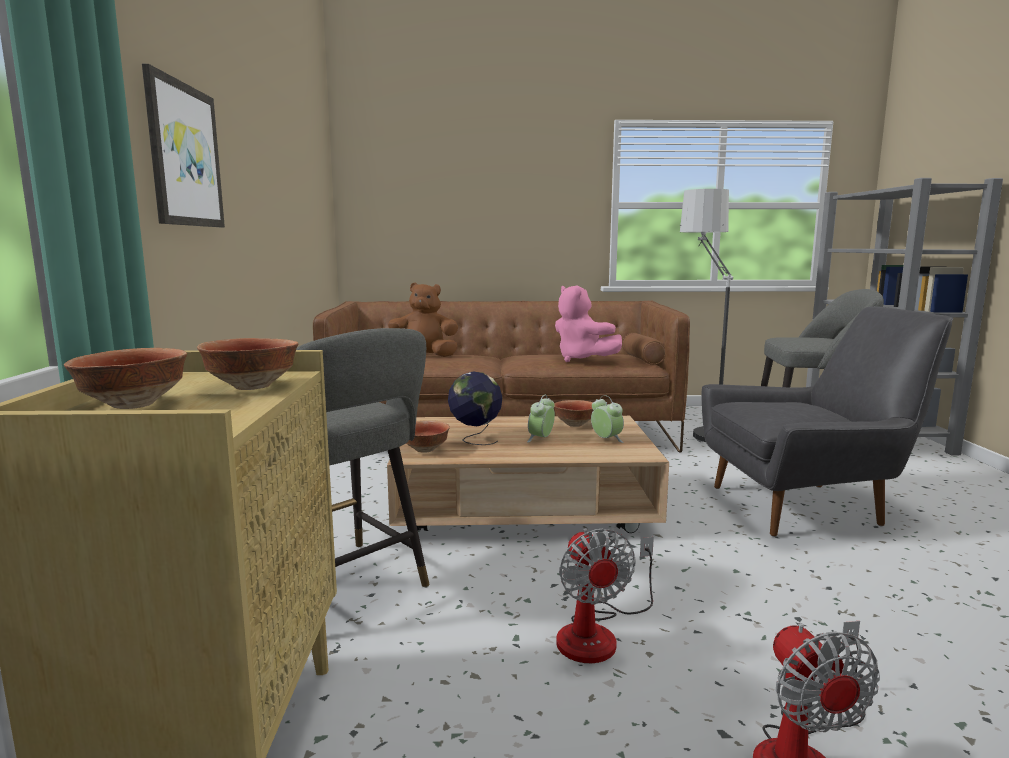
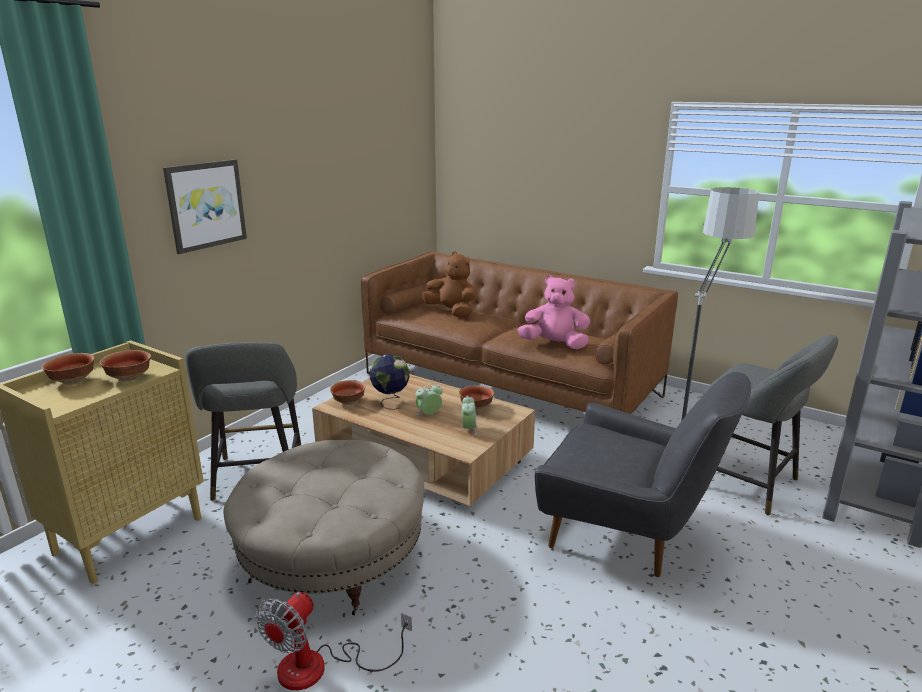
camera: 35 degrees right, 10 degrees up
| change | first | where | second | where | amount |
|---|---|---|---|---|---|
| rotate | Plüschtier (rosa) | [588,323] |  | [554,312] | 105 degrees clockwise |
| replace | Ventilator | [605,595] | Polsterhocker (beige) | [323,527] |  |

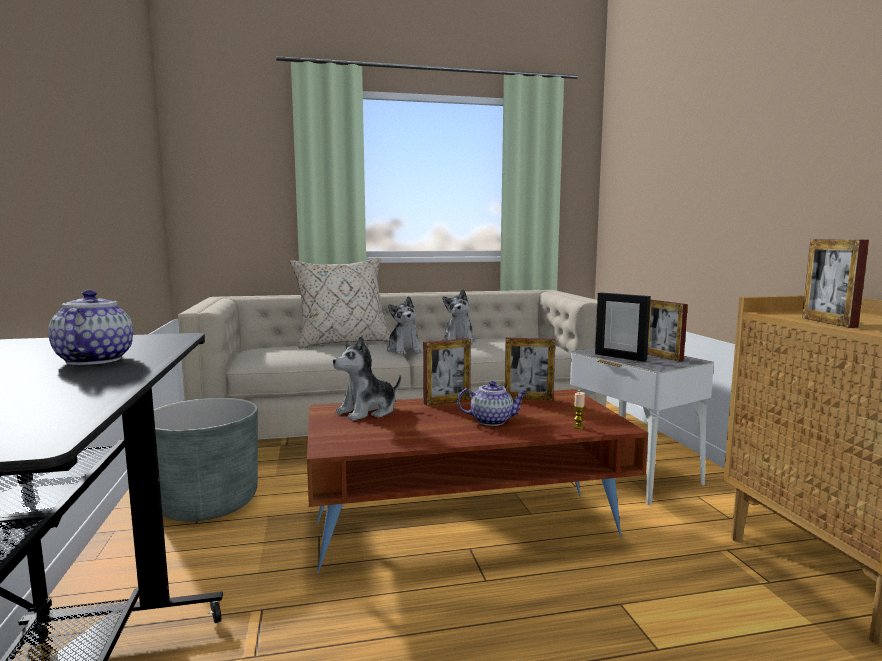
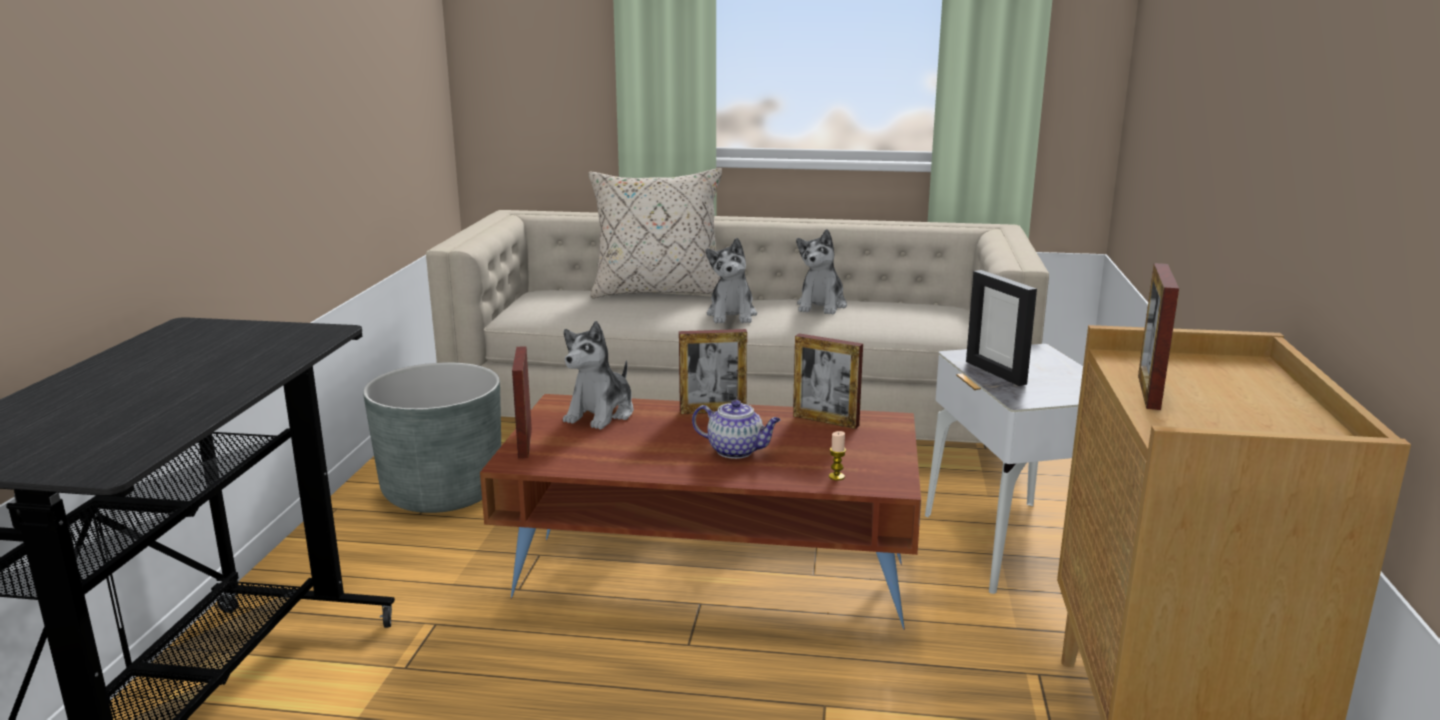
camera: 20 degrees right, 10 degrees up
| change | first | where | second | where | amount |
|---|---|---|---|---|---|
| delete | Teekanne | [90,327] |  |  |  |
| move | Bilderrahmen | [667,331] |  | [522,402] |  |
| rotate | Plüschtier | [367,378] |  | [598,375] | 45 degrees counterclockwise |

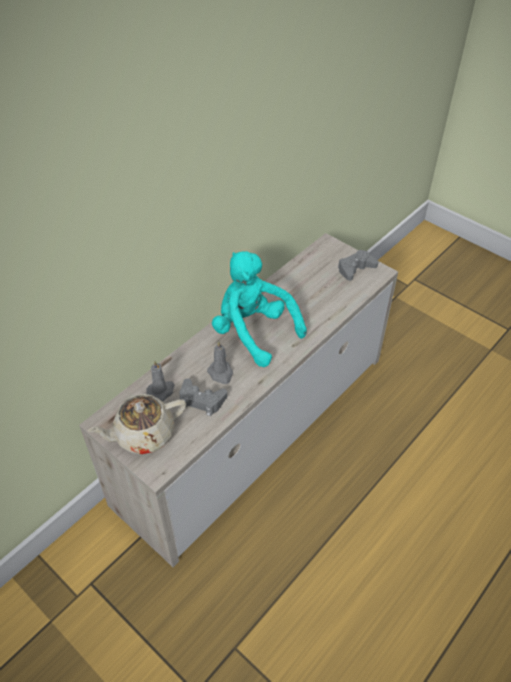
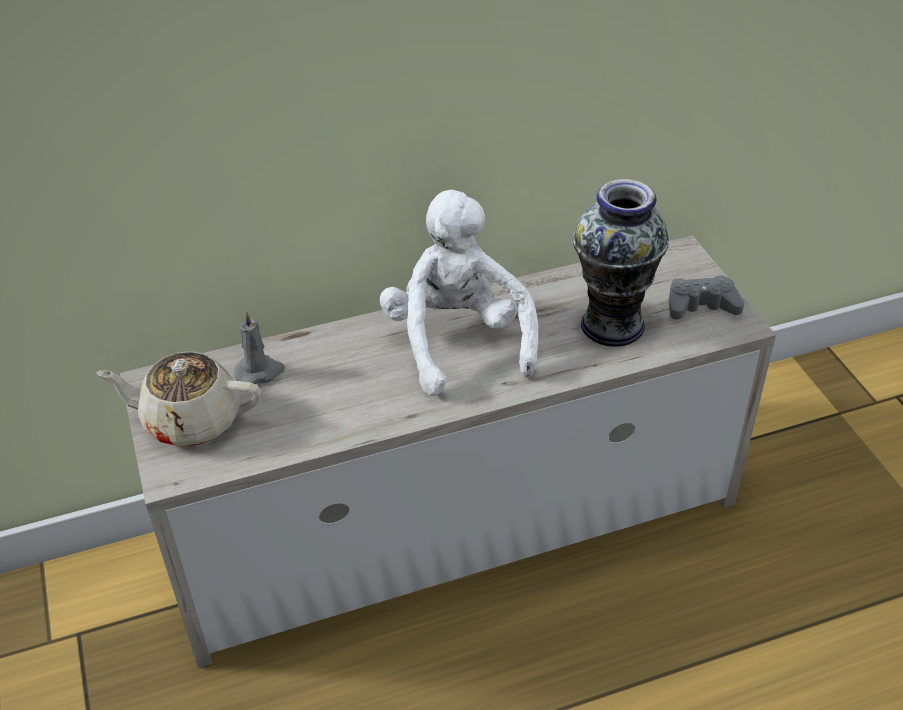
camera: 30 degrees right, 5 degrees down
| change | first | where | second | where | amount |
|---|---|---|---|---|---|
| recolor | Plüschtier (türkis) | [259,309] | Plüschtier (weiß) | [459,293] |  |
| delete | Kerze (grau) | [220,362] |  |  |  |
| delete | Gamepad (grau) | [203,397] |  |  |  |
| insert |  |  | Vase | [621,263] |  |

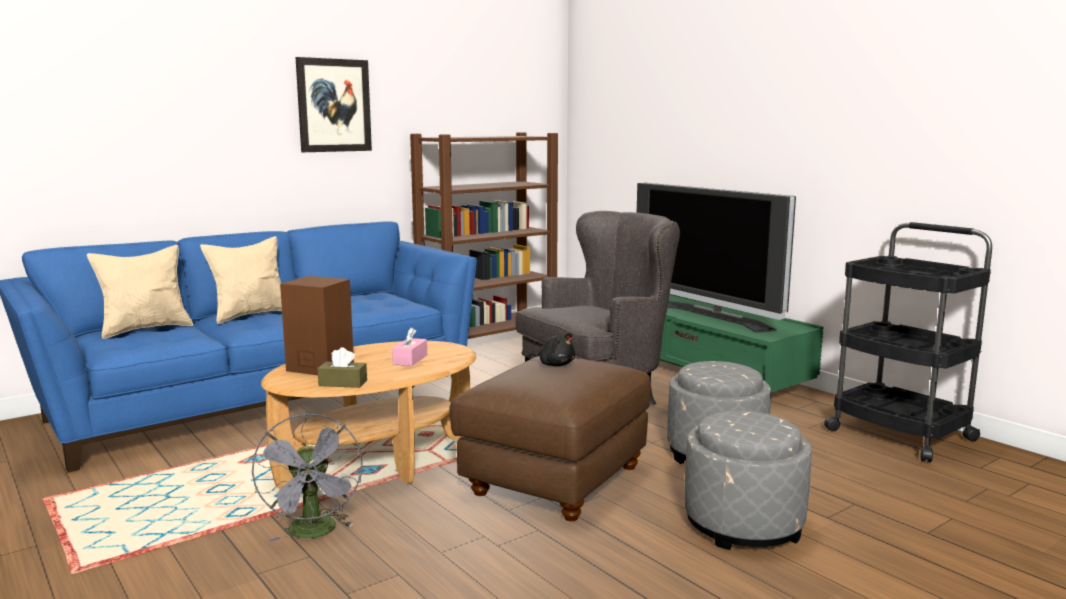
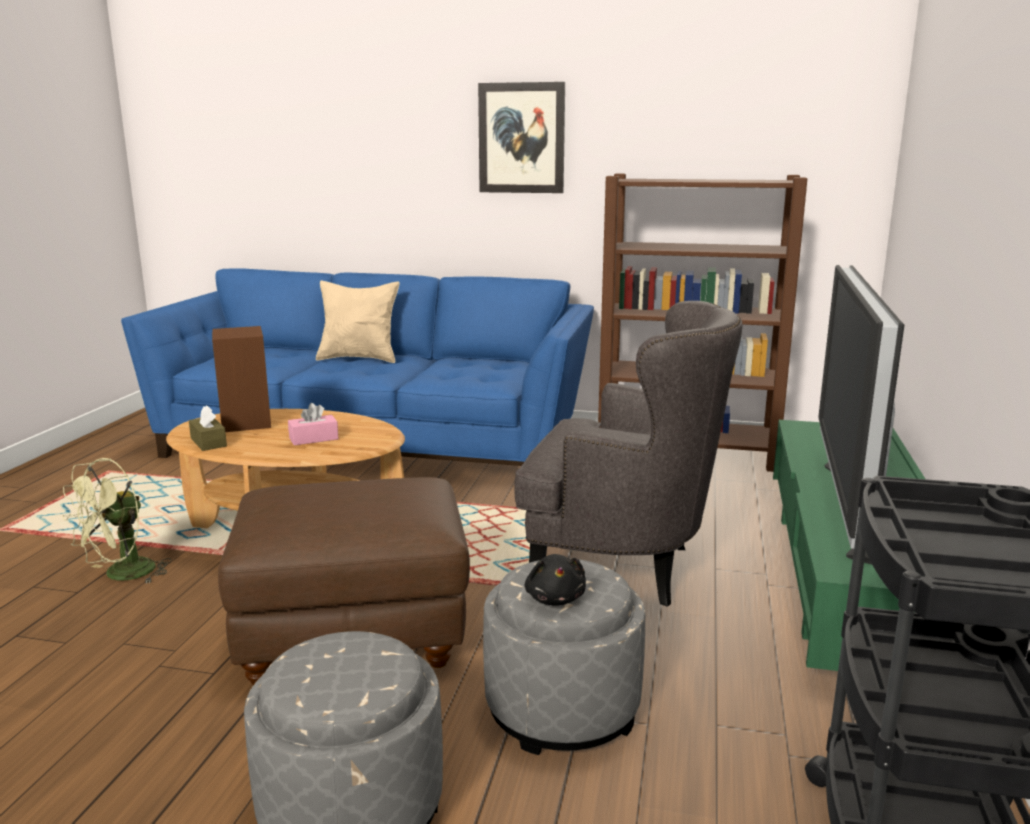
camera: 50 degrees right, 5 degrees up
| change | first | where | second | where | amount |
|---|---|---|---|---|---|
| delete | Kissen (beige) | [140,292] |  |  |  |
| move | Plüschtier (schwarz) | [552,349] |  | [555,580] |  |
| recolor | Ventilator (grau) | [307,477] | Ventilator (grün) | [117,521] |  |

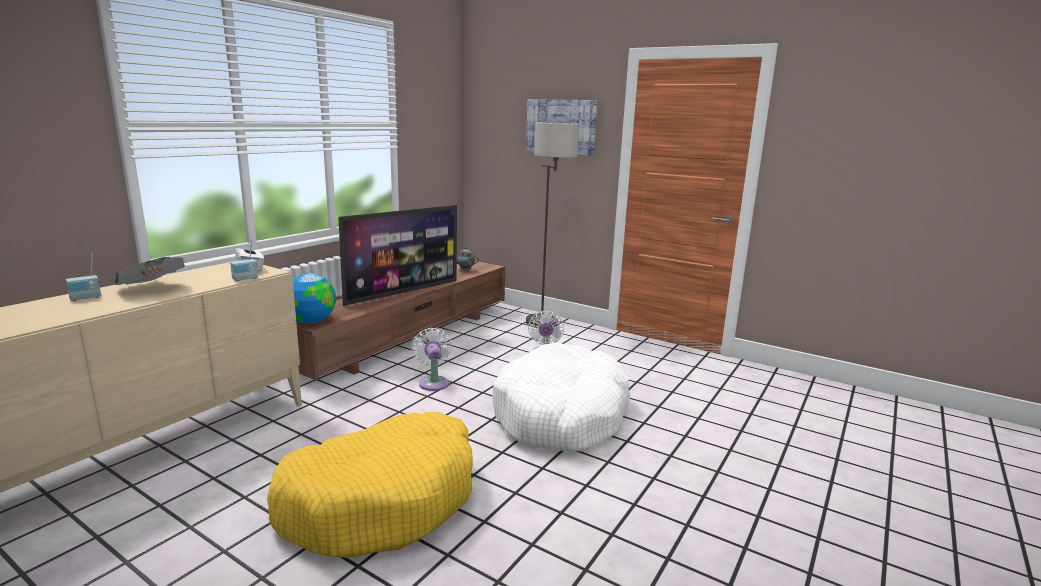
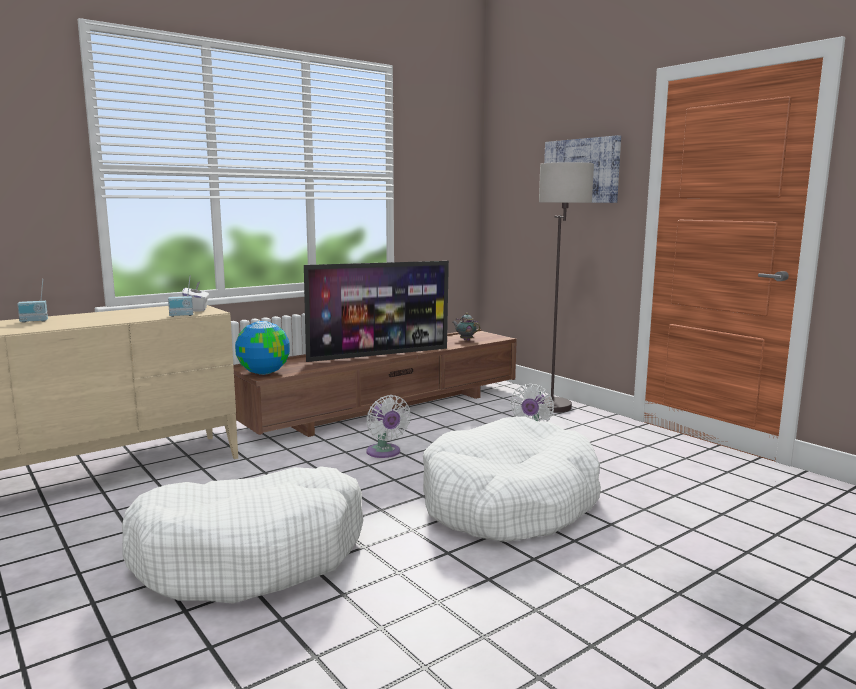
camera: 20 degrees right, 5 degrees down
| change | first | where | second | where | amount |
|---|---|---|---|---|---|
| delete | Zeitung | [149,271] |  |  |  |
| rotate | Ventilator (weiß) | [432,359] |  | [389,426] | 150 degrees clockwise |
| recolor | Hundebett (gelb) | [370,485] | Hundebett (weiß) | [243,535] |  |

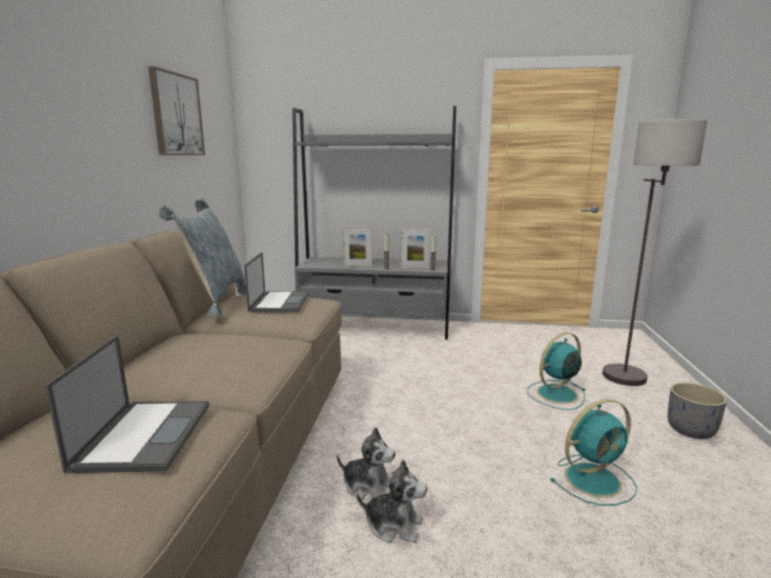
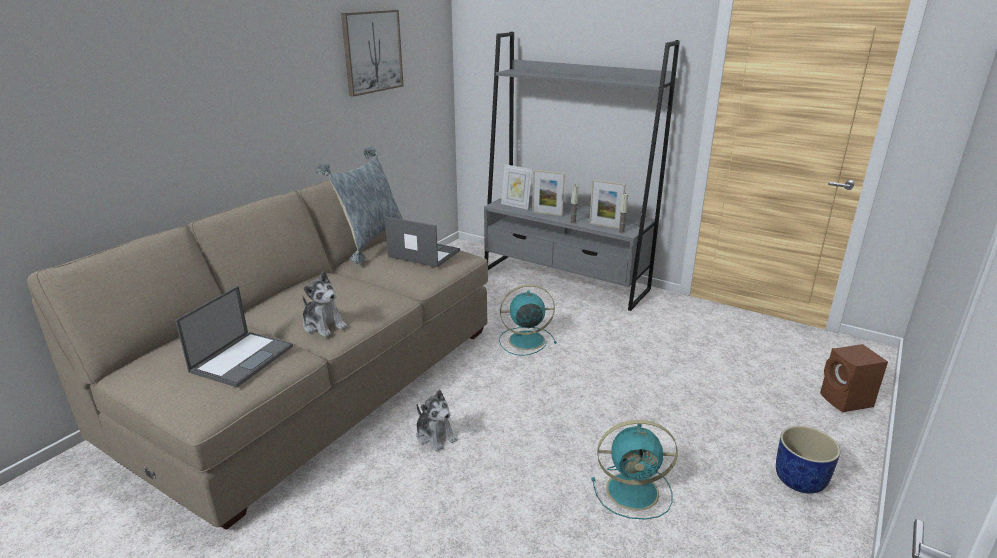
camera: 25 degrees right, 10 degrees up
| change | first | where | second | where | amount |
|---|---|---|---|---|---|
| delete | Stehlampe (grau) | [655,252] |  |  |  |
| rotate | Laptop | [276,282] |  | [422,241] | 90 degrees counterclockwise |
| move | Ventilator (türkis) | [556,371] |  | [528,320] |  |
| recolor | Pflanzkübel (grau) | [697,410] | Pflanzkübel (blau) | [808,460] |  |
| move | Plüschtier | [392,501] |  | [324,304] |  |
| insert |  |  | Bilderrahmen | [516,187] |  |
| insert |  |  | Lautsprecher (braun) | [854,378] |  |

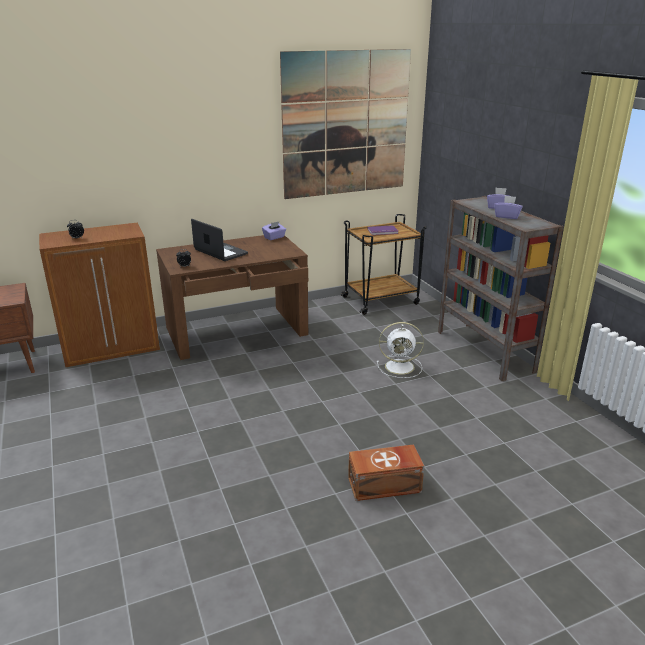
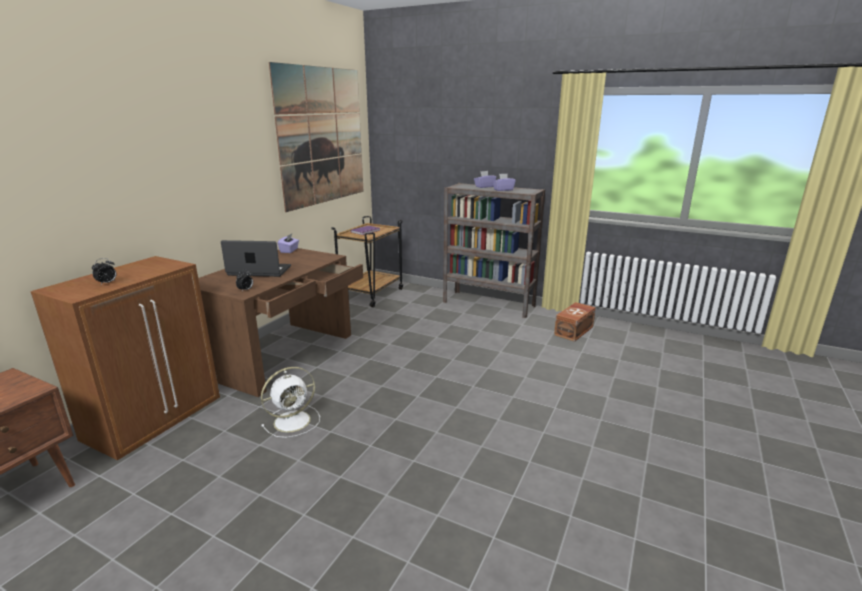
camera: 40 degrees left, 5 degrees down
| change | first | where | second | where | amount |
|---|---|---|---|---|---|
| move | Ventilator (weiß) | [400,350] |  | [290,402] |  |
| move | Aufbewahrungsbox (braun) | [386,472] |  | [575,322] |  |

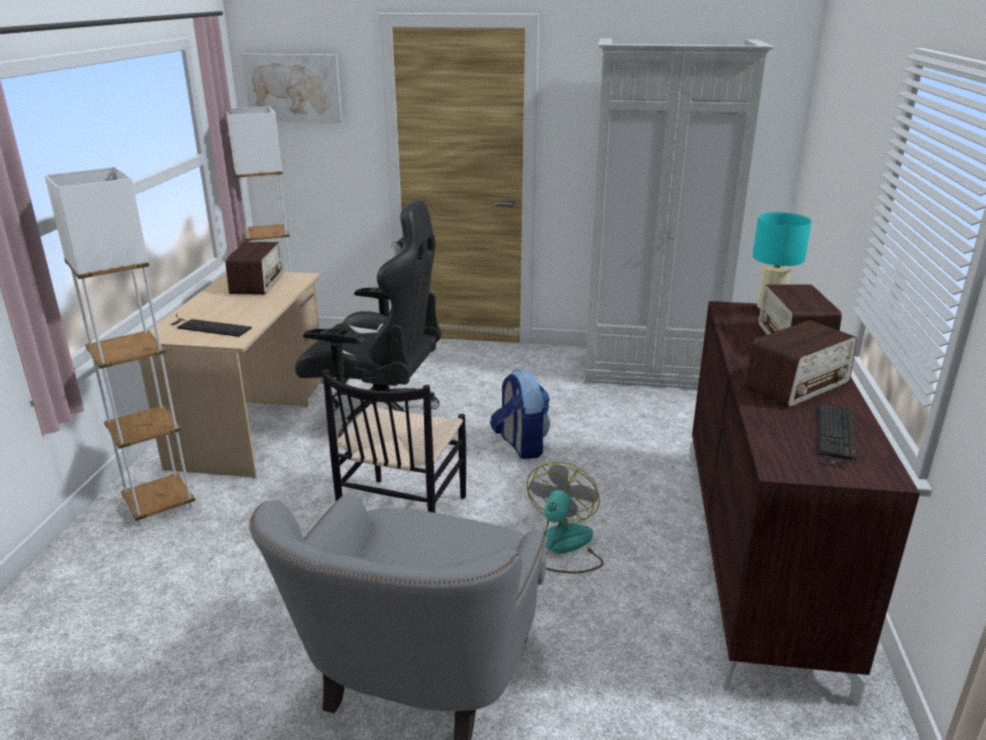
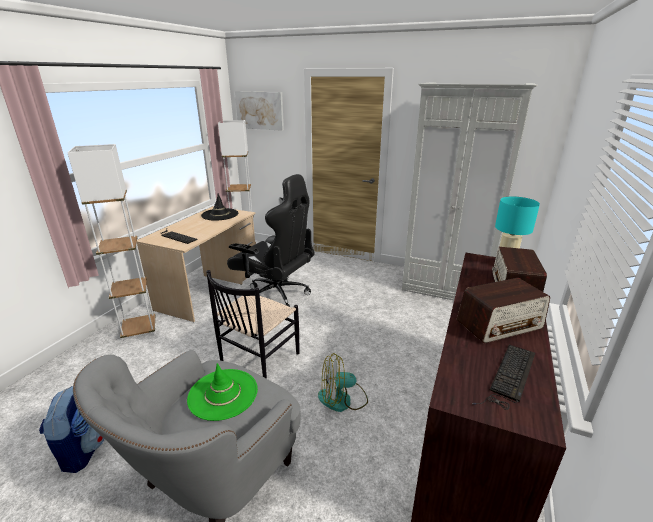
camera: 15 degrees right, 0 degrees up
| change | first | where | second | where | amount |
|---|---|---|---|---|---|
| replace | Radio | [254,268] | Hut (schwarz) | [219,207] |  |
| move | Rucksack | [520,414] |  | [72,429] |  |
| rotate | Ventilator | [565,517] |  | [343,382] | 135 degrees counterclockwise |
| insert |  |  | Hut (grün) | [222,392] |  |

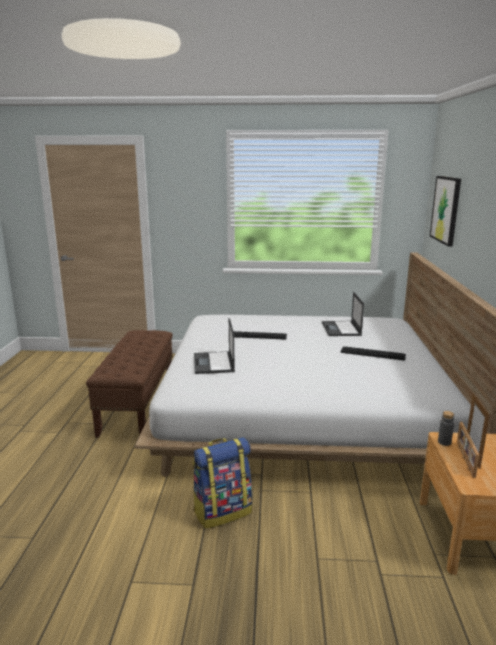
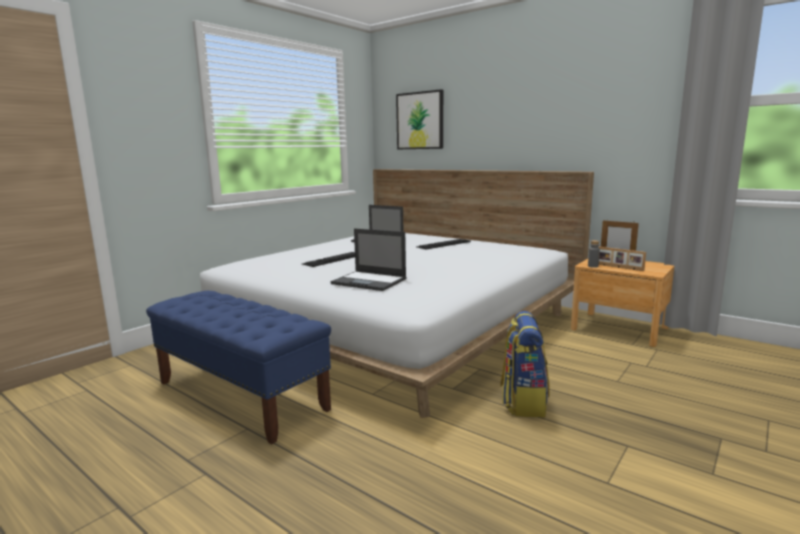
camera: 55 degrees left, 5 degrees down
| change | first | where | second | where | amount |
|---|---|---|---|---|---|
| recolor | Bank (braun) | [129,383] | Bank (blau) | [238,367] |  |

